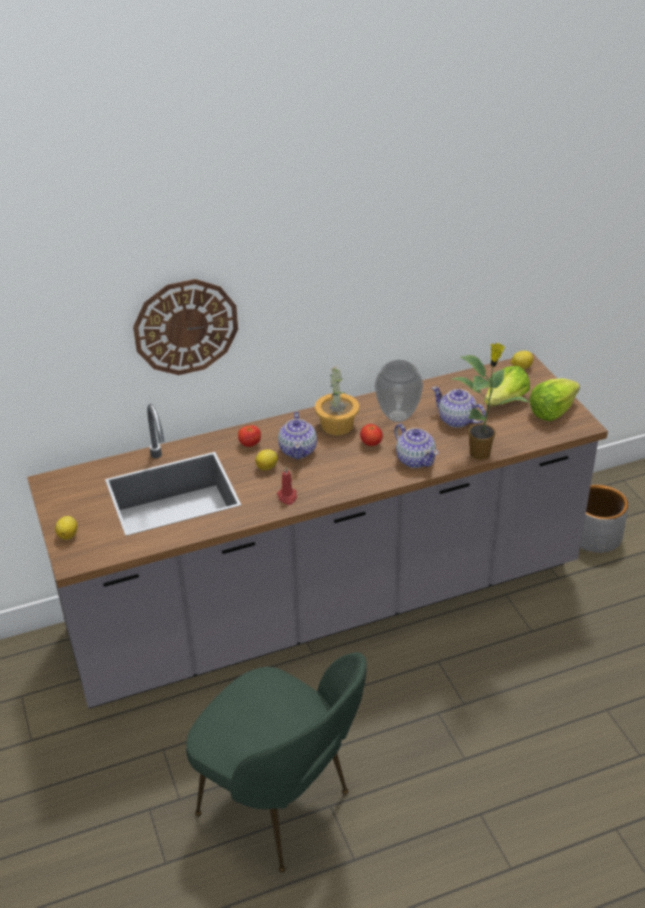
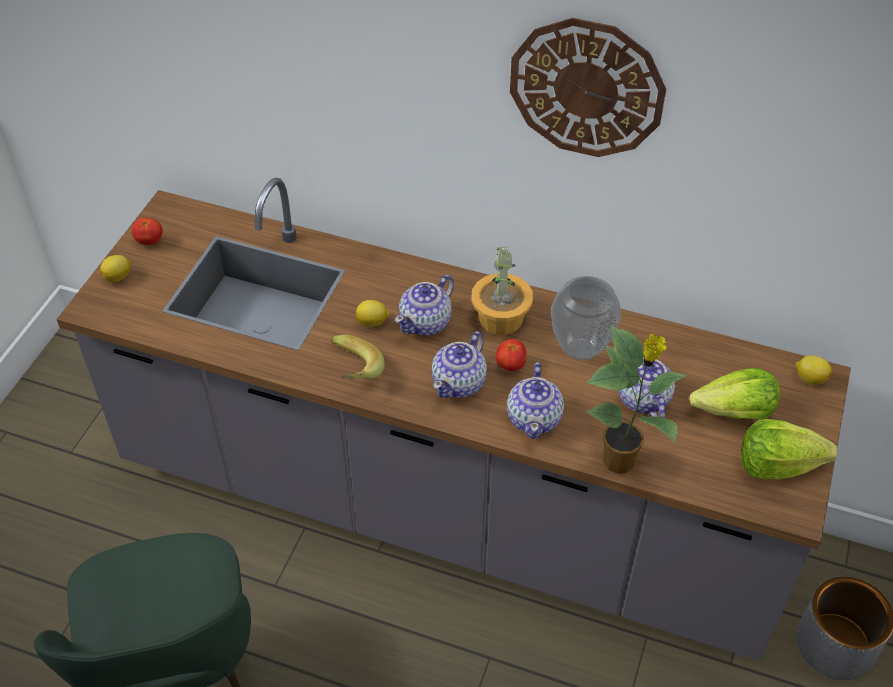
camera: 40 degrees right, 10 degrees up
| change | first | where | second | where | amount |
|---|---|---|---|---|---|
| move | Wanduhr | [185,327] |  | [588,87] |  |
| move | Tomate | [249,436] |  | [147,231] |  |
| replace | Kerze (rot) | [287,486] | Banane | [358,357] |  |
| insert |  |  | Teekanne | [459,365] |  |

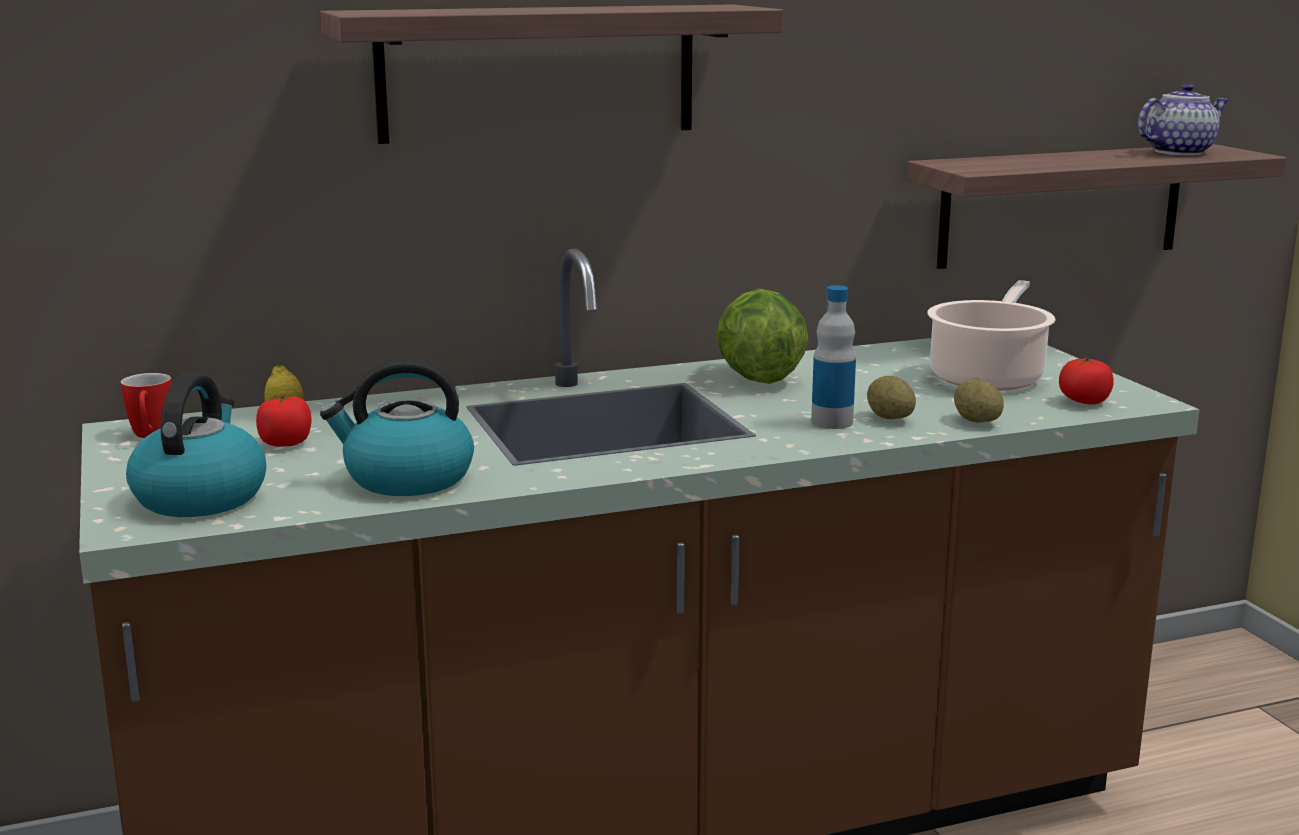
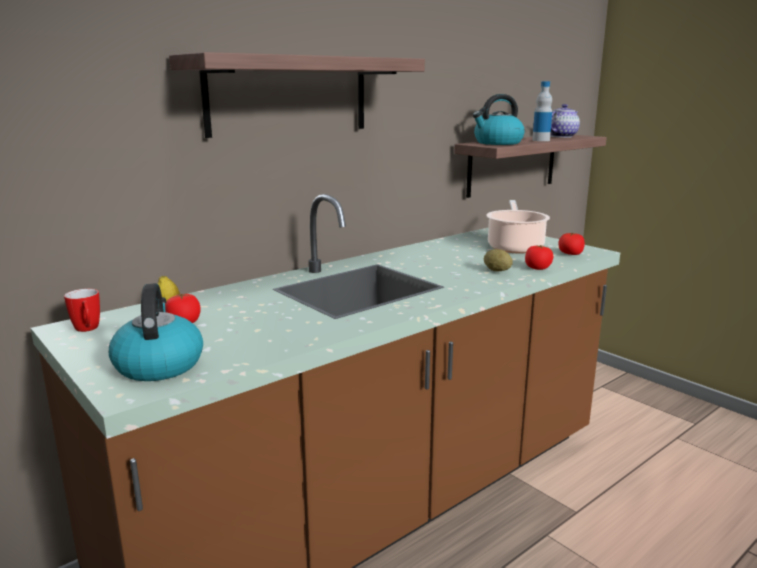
camera: 20 degrees left, 0 degrees up
| change | first | where | second | where | amount |
|---|---|---|---|---|---|
| move | Flasche | [833,357] |  | [542,111] |  |
| delete | Salatkopf | [762,336] |  |  |  |
| move | Wasserkessel | [397,427] |  | [499,119] |  |
| replace | Kartoffel | [979,401] | Tomate | [539,257] |  |

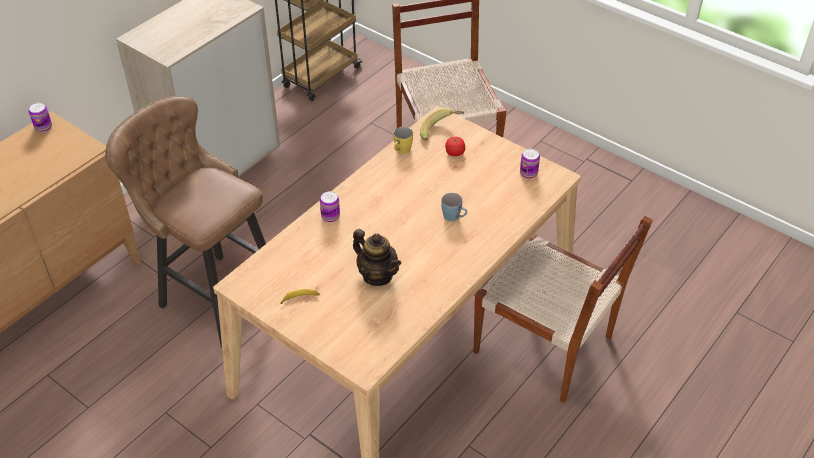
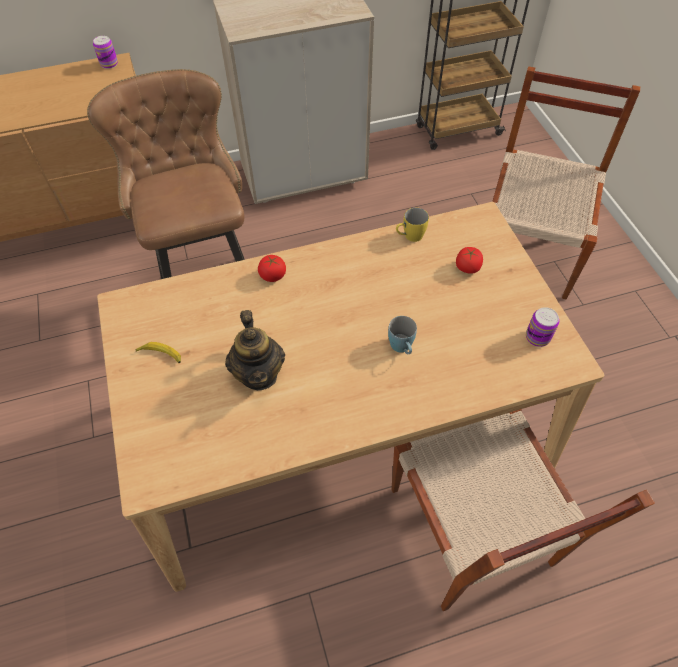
camera: 35 degrees right, 10 degrees up
| change | first | where | second | where | amount |
|---|---|---|---|---|---|
| delete | Banane | [442,124] |  |  |  |
| replace | Dose | [330,206] | Tomate | [272,268] |  |

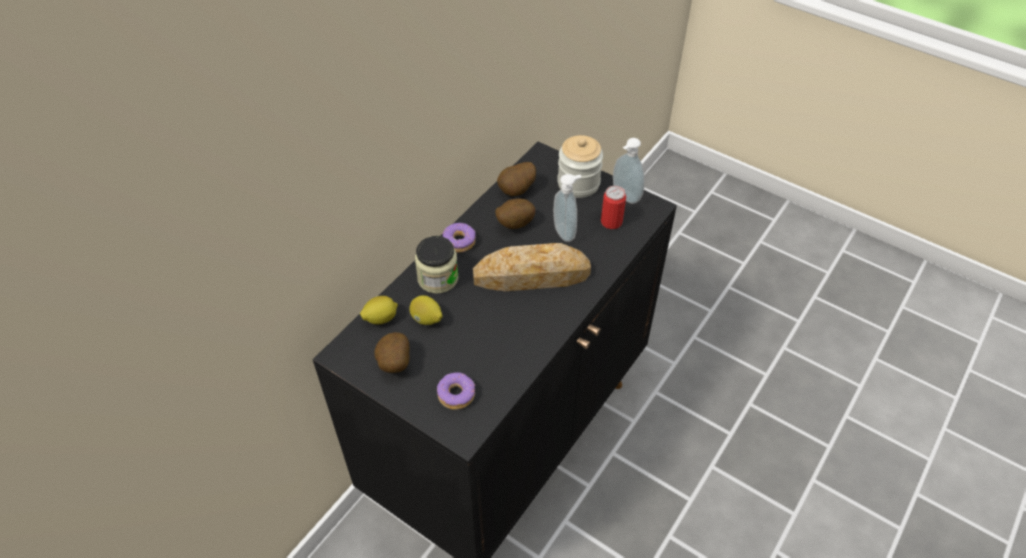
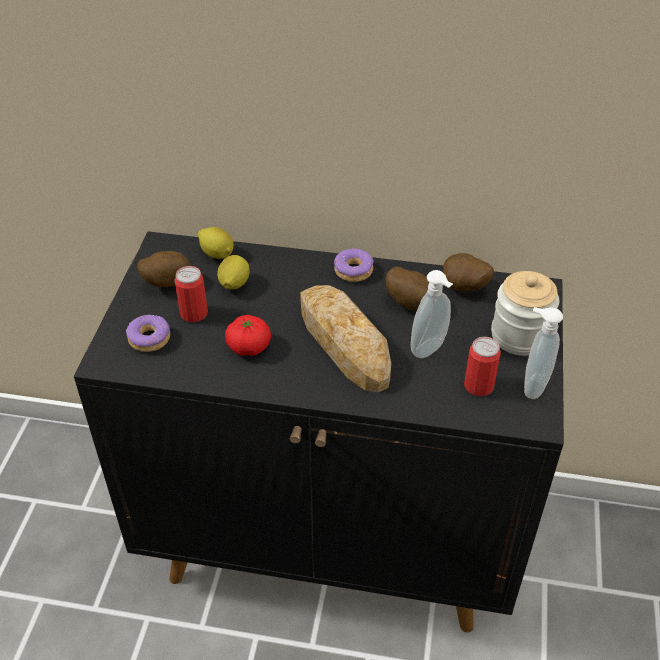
camera: 65 degrees right, 5 degrees down
| change | first | where | second | where | amount |
|---|---|---|---|---|---|
| delete | Vorratsglas | [437,265] |  |  |  |
| insert |  |  | Dose | [191,294] |  |
| insert |  |  | Tomate | [248,335] |  |

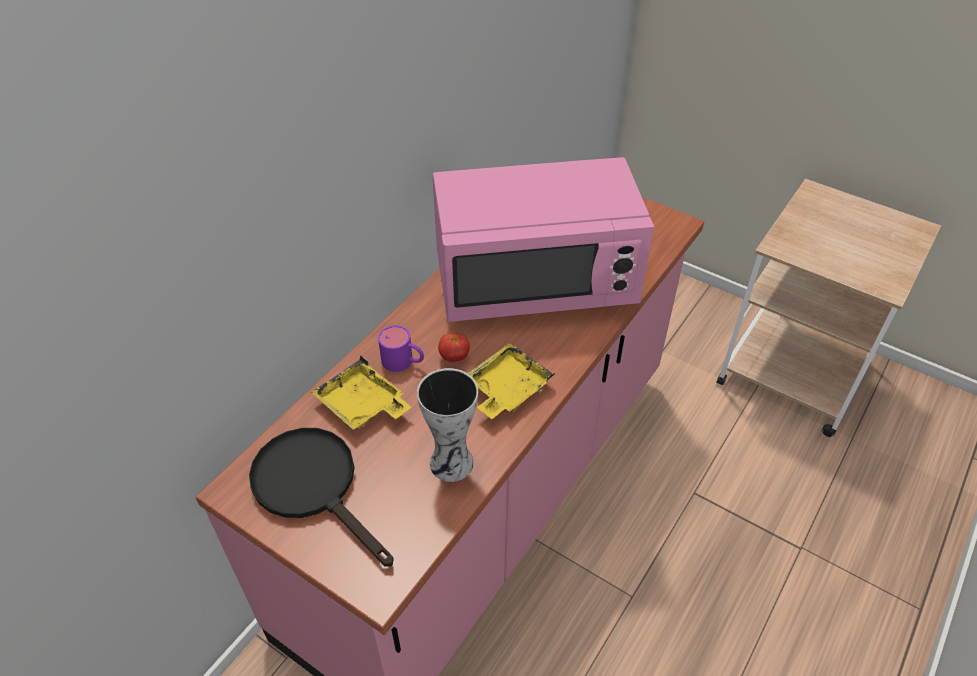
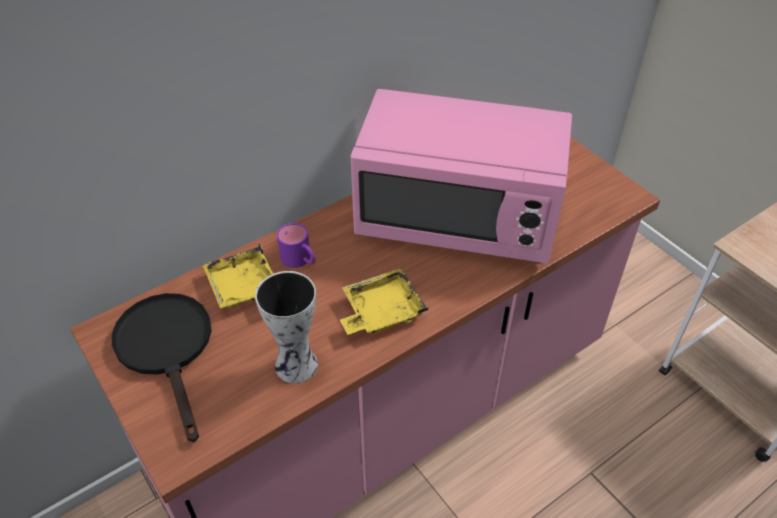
camera: 20 degrees right, 0 degrees up
| change | first | where | second | where | amount |
|---|---|---|---|---|---|
| delete | Tomate | [454,347] |  |  |  |

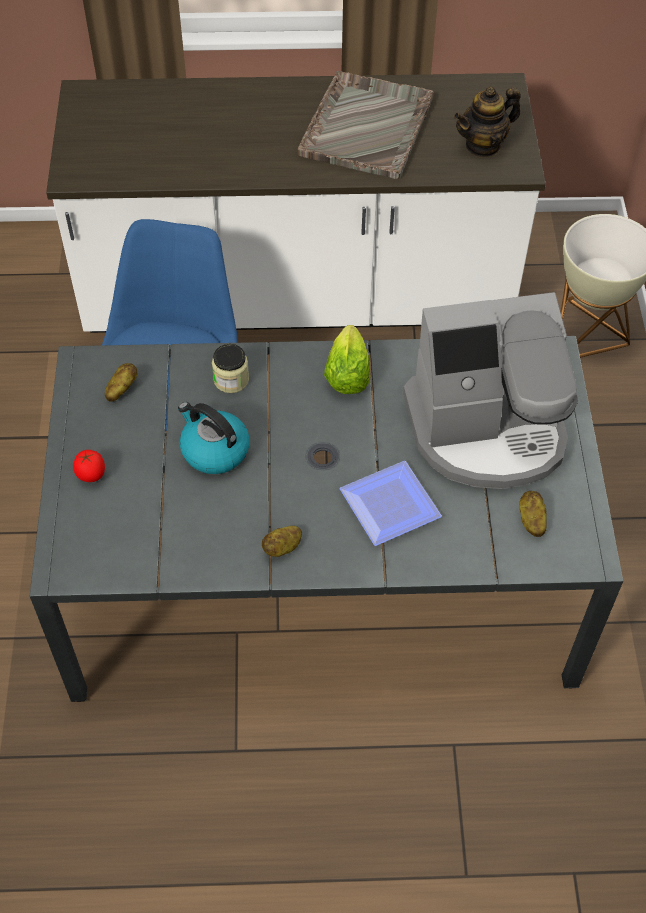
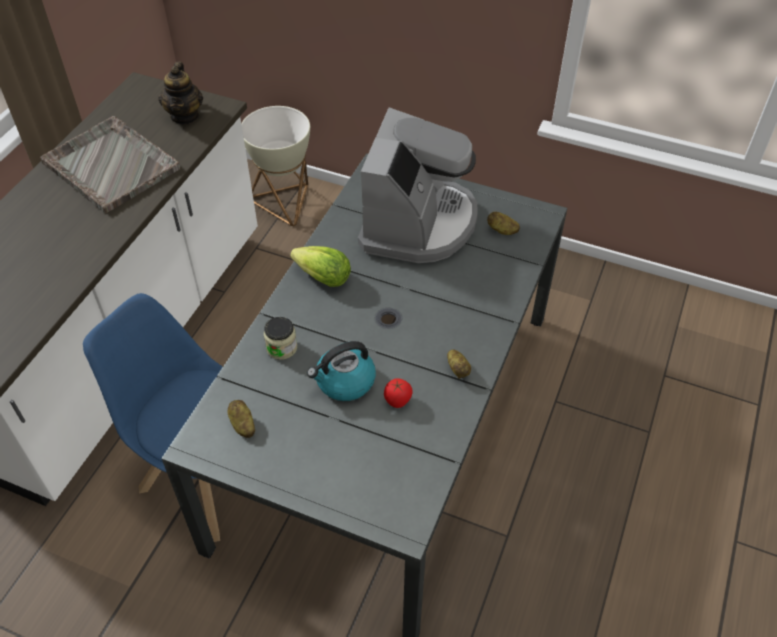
camera: 65 degrees left, 5 degrees down
| change | first | where | second | where | amount |
|---|---|---|---|---|---|
| move | Tomate | [89,466] |  | [398,393] |  |
| delete | Teller | [391,503] |  |  |  |

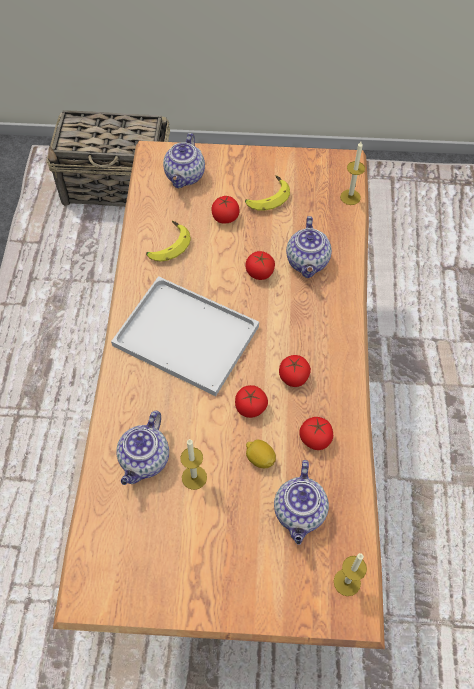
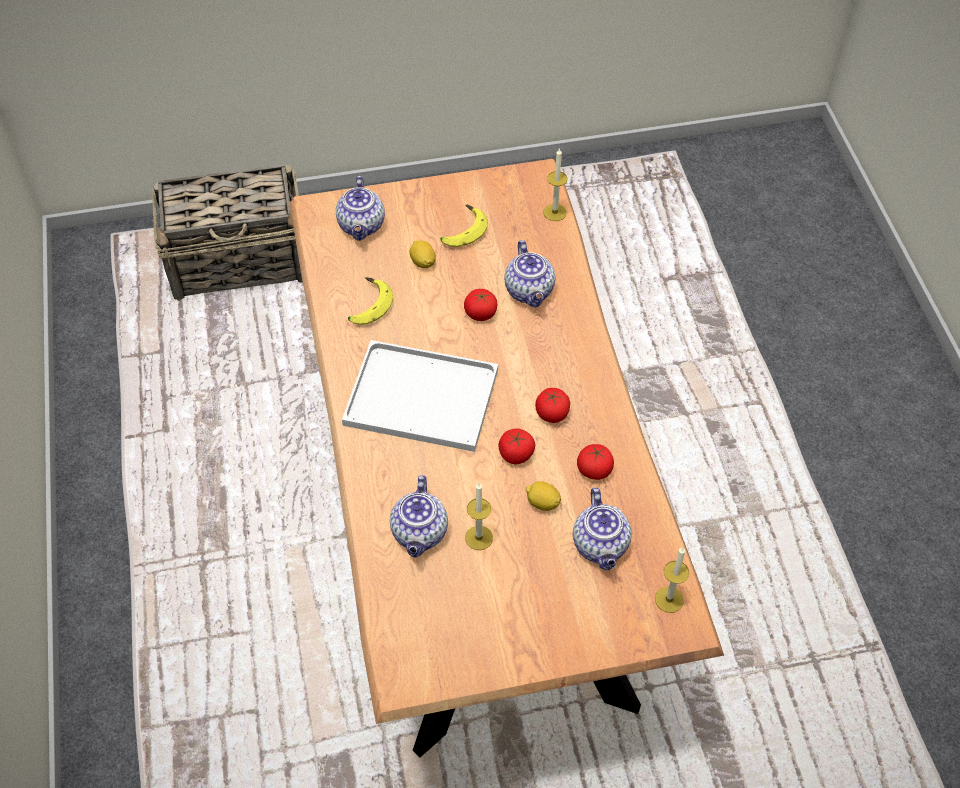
camera: 15 degrees left, 5 degrees down
| change | first | where | second | where | amount |
|---|---|---|---|---|---|
| replace | Tomate | [225,209] | Zitrone | [423,254] |  |

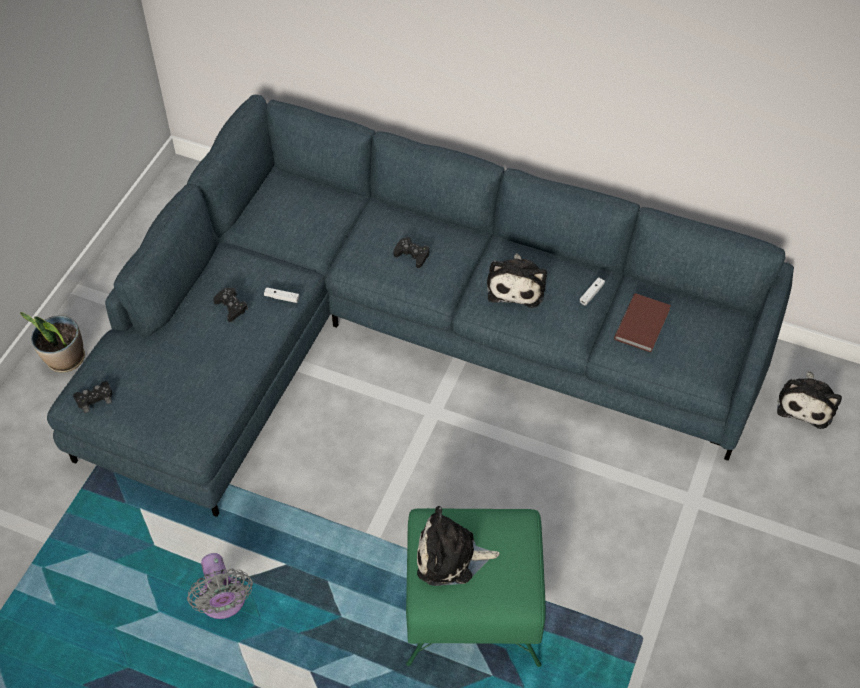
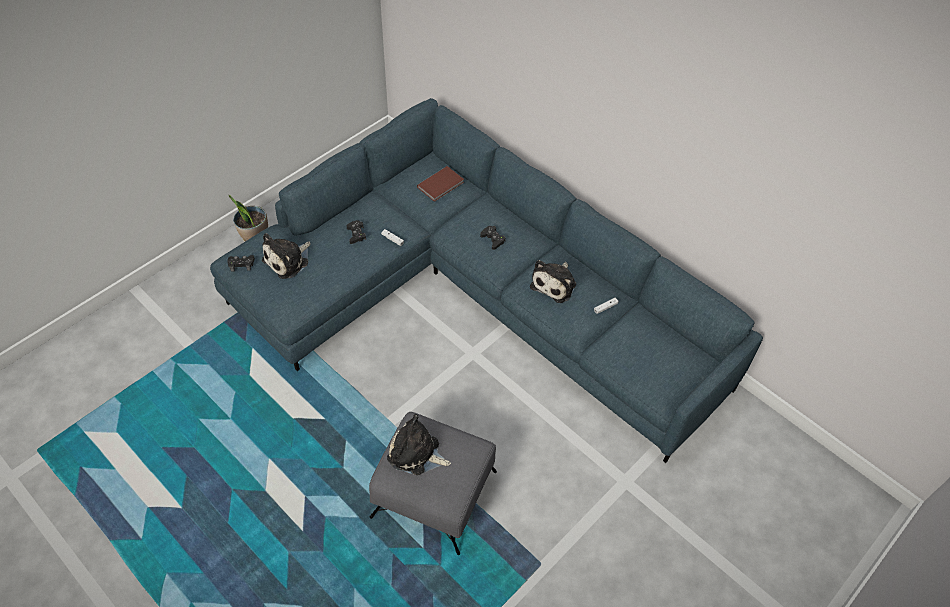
camera: 20 degrees right, 0 degrees up
| change | first | where | second | where | amount |
|---|---|---|---|---|---|
| move | Buch (braun) | [642,322] |  | [440,184] |  |
| move | Plüschtier | [809,400] |  | [286,256] |  |
| recolor | Polsterhocker (grün) | [476,587] | Polsterhocker (grau) | [433,483] |  |
| delete | Ventilator (grau) | [220,586] |  |  |  |

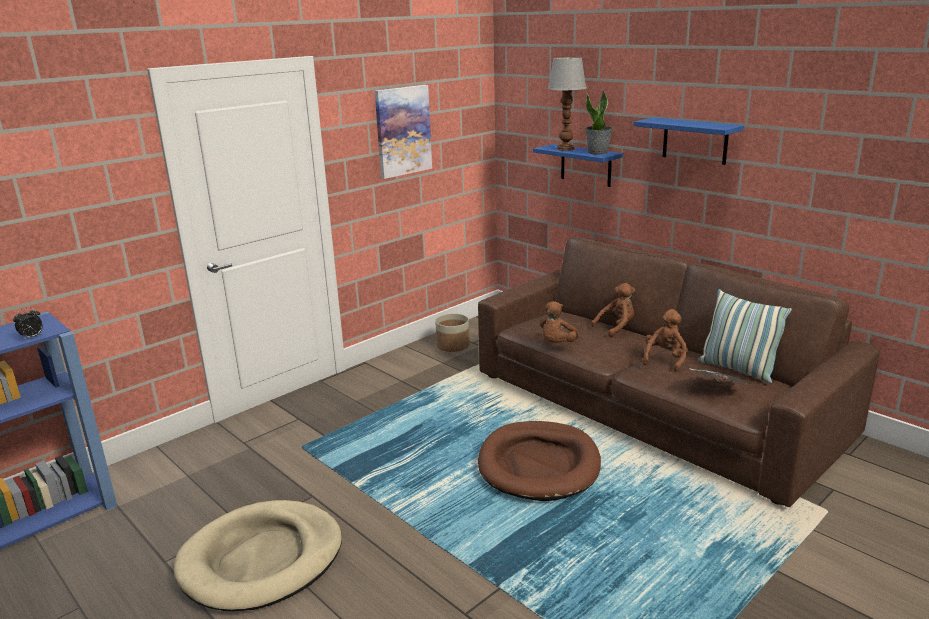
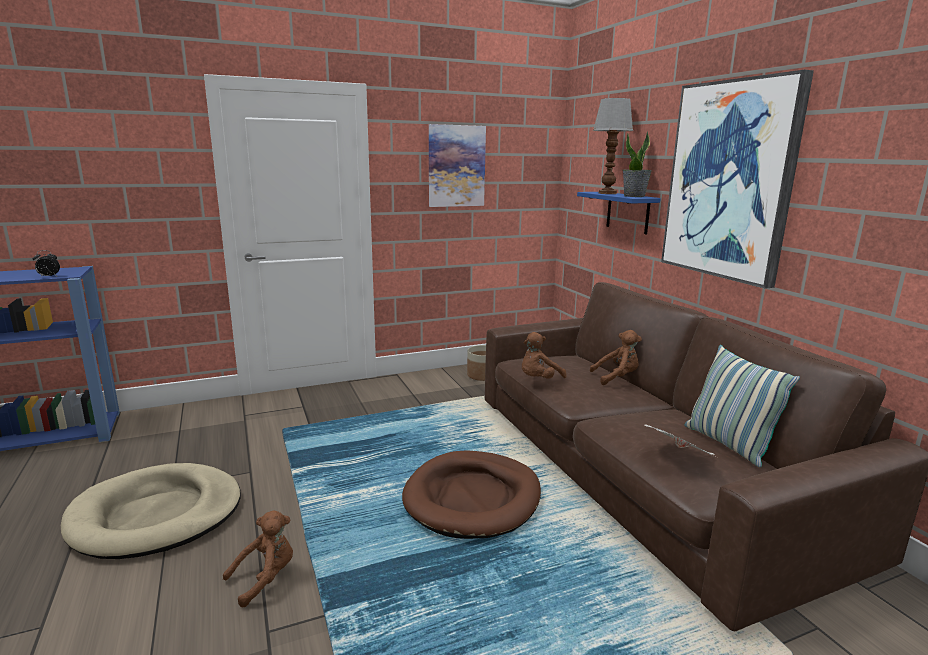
camera: 20 degrees right, 5 degrees down
| change | first | where | second | where | amount |
|---|---|---|---|---|---|
| replace | Wandregal (blau) | [689,141] | Bild | [737,179] |  |
| move | Plüschtier (braun) | [665,340] |  | [258,558] |  |

